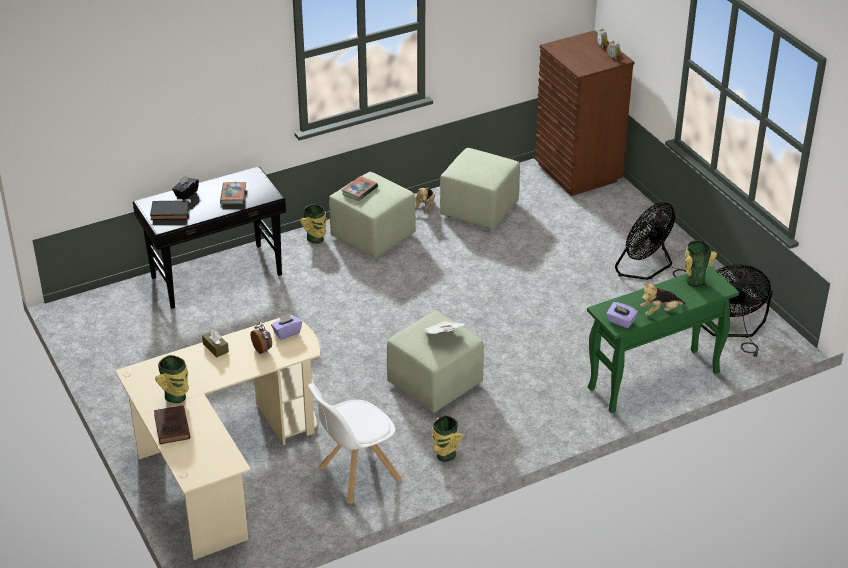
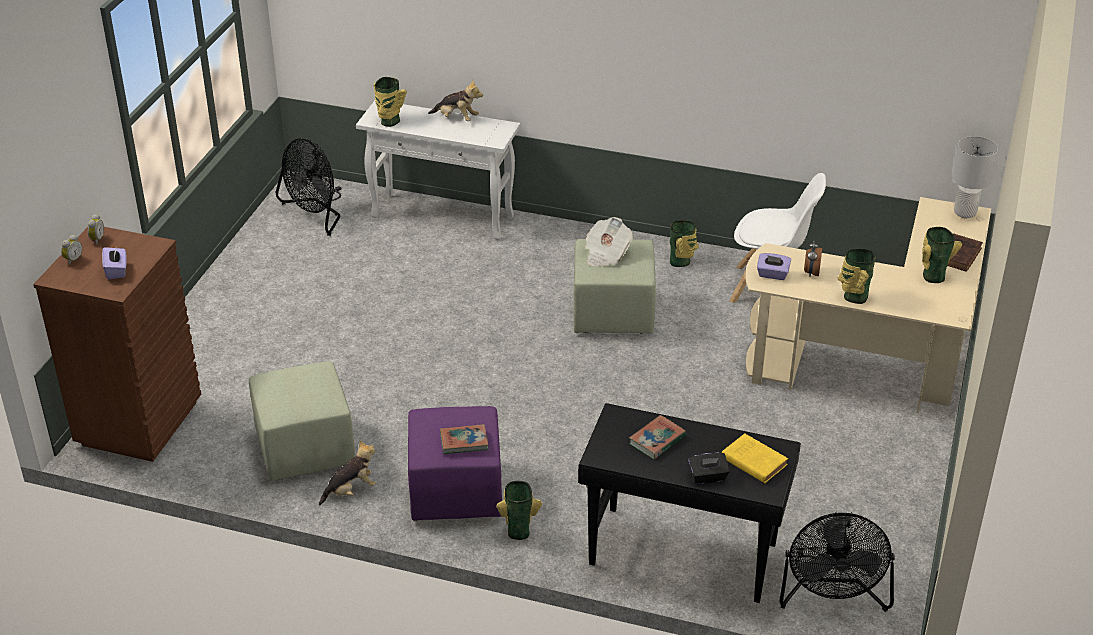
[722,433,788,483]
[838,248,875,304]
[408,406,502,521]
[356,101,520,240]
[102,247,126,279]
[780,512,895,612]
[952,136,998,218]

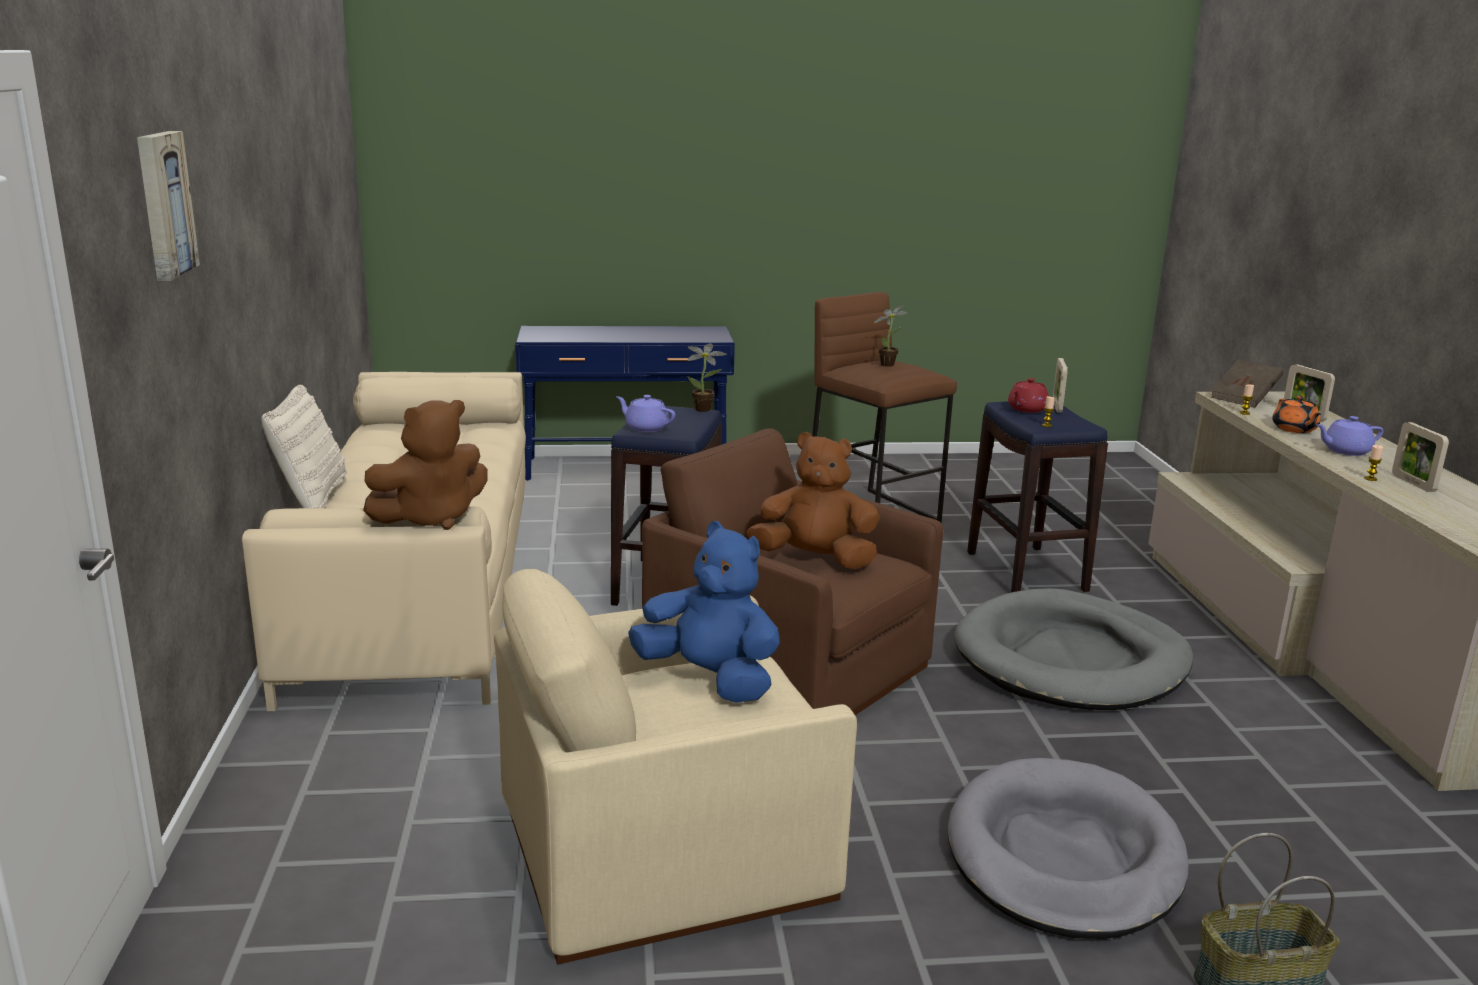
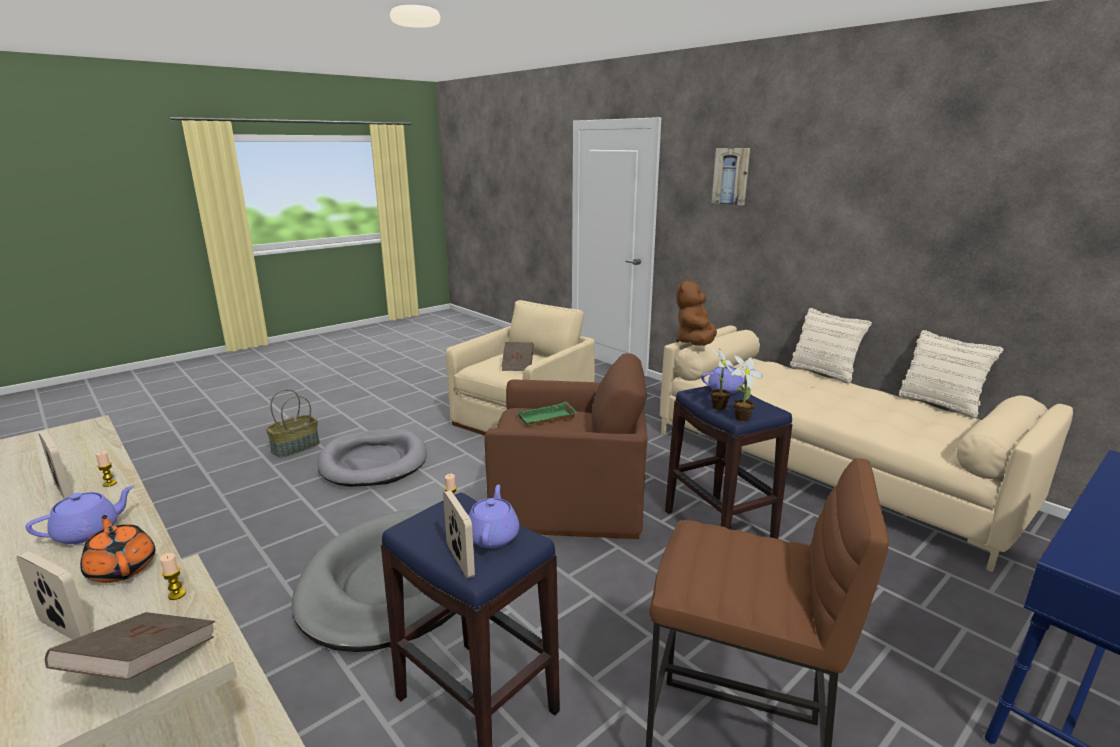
[501,342,534,371]
[517,402,578,426]
[710,349,734,410]
[468,484,519,548]
[899,330,1003,418]

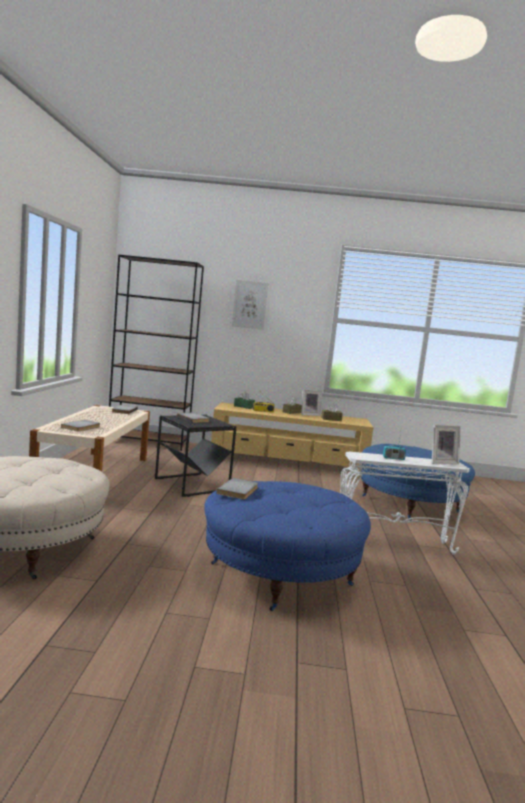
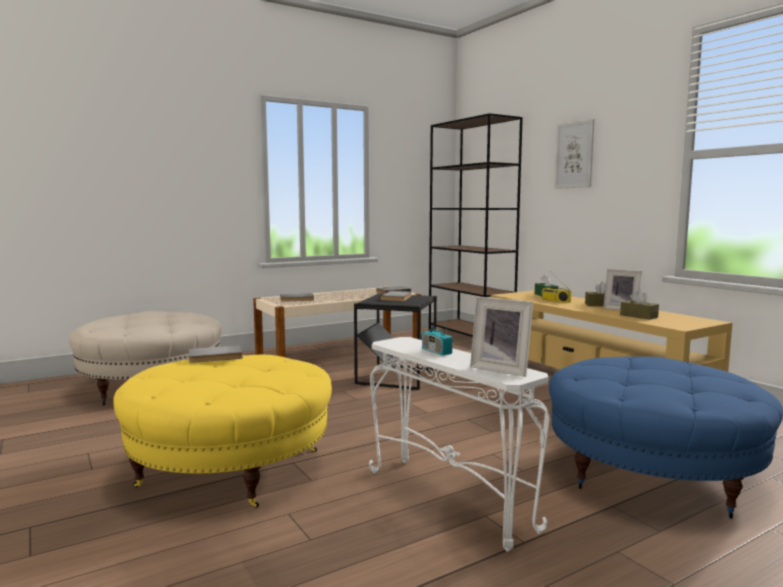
[113,355,332,508]

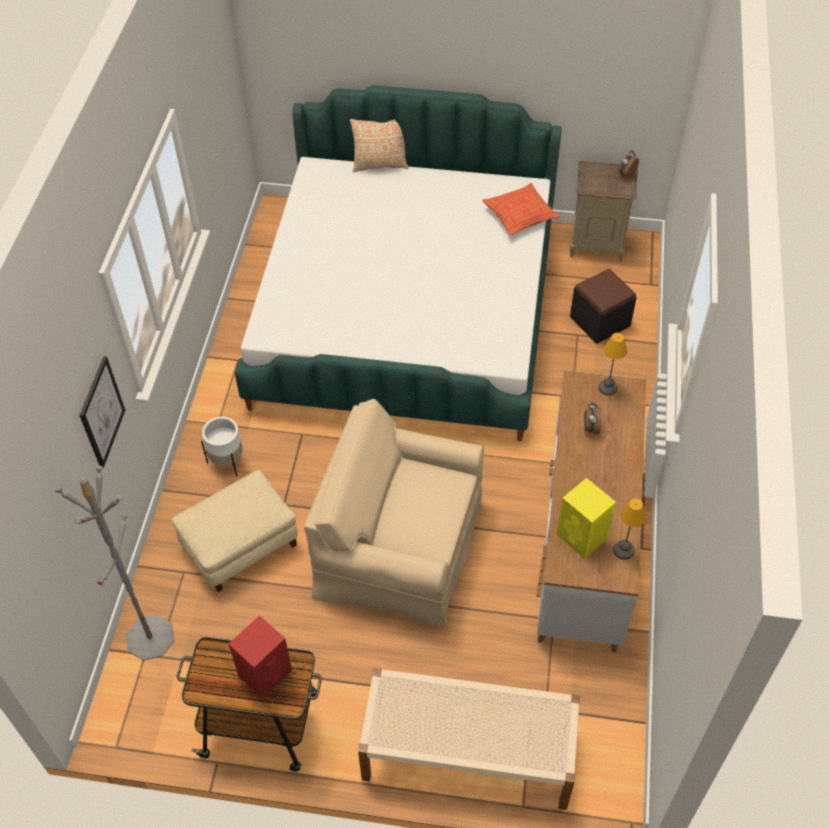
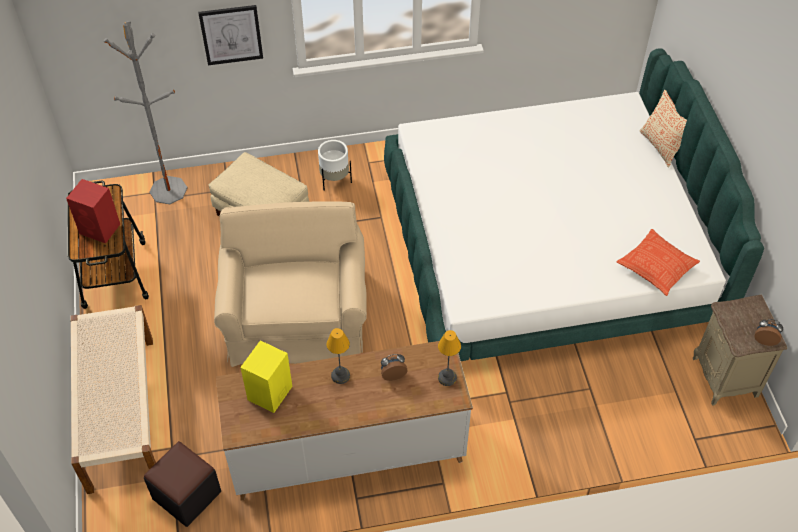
[144,441,221,527]
[326,328,350,384]

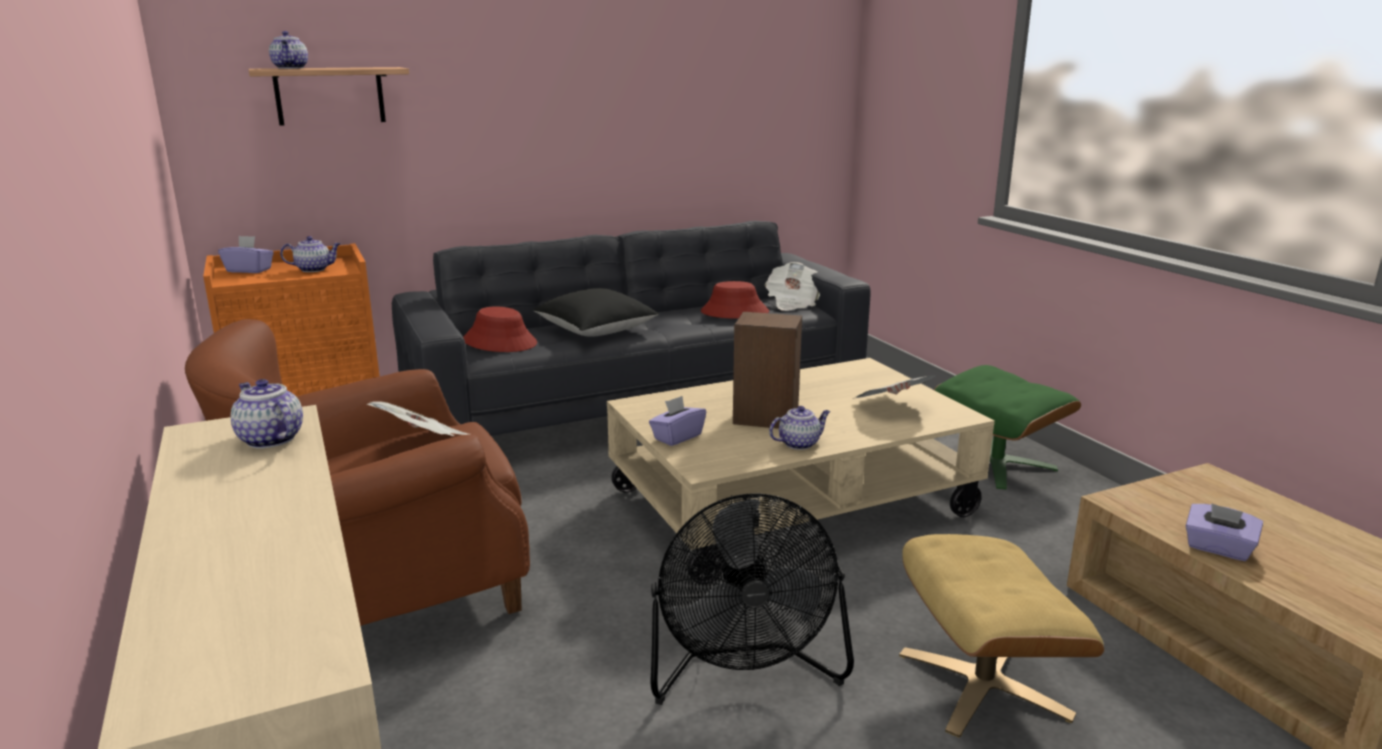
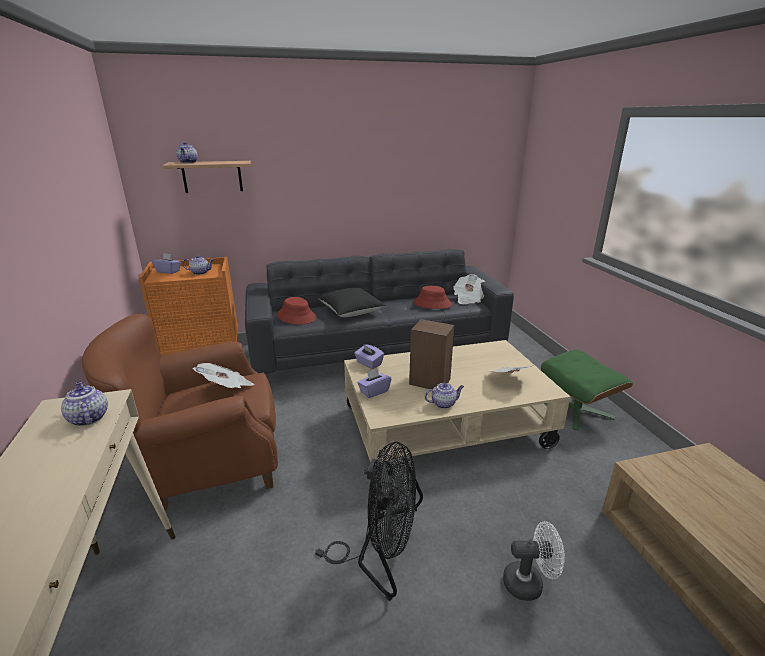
[315,442,423,601]
[503,521,565,601]
[354,344,384,369]

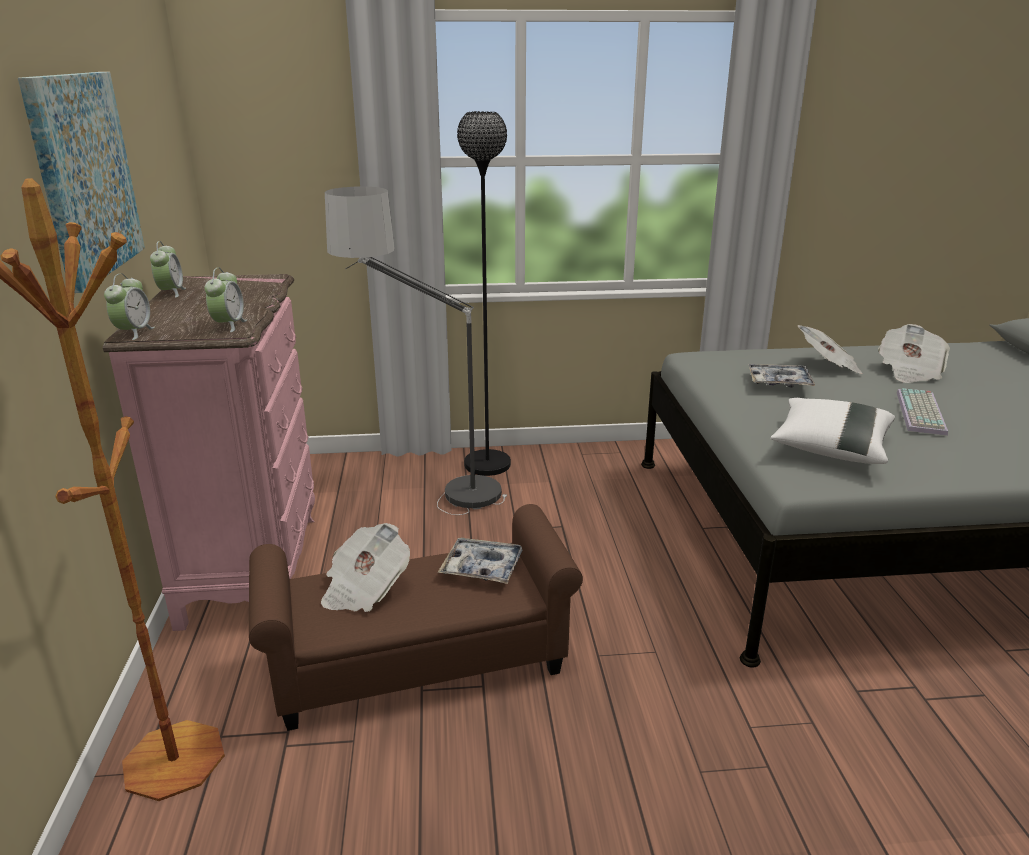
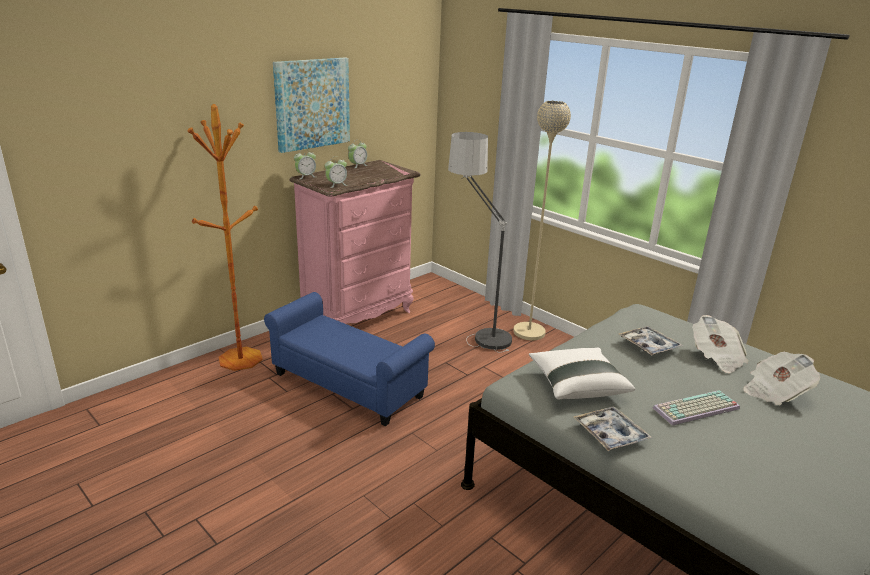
[264,292,435,426]
[321,523,410,612] (first image)
[573,406,652,451]
[513,101,571,340]

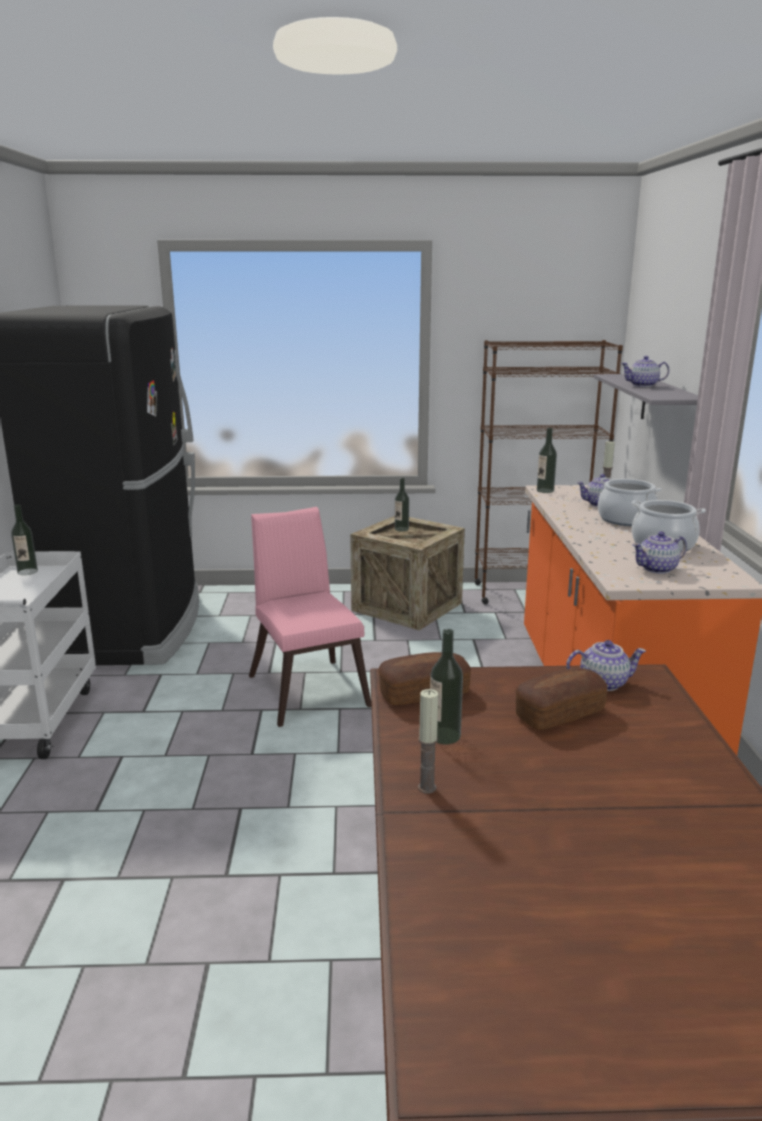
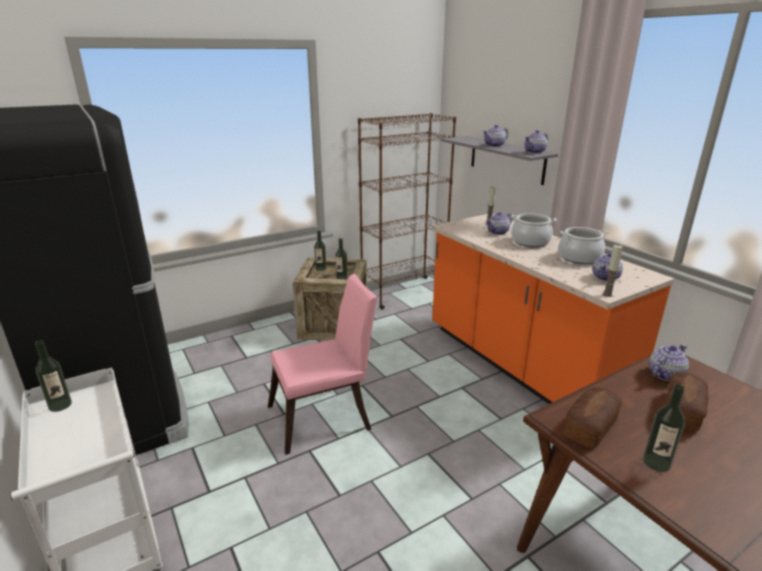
[268,274,377,455]
[603,245,623,297]
[335,238,348,279]
[524,130,548,154]

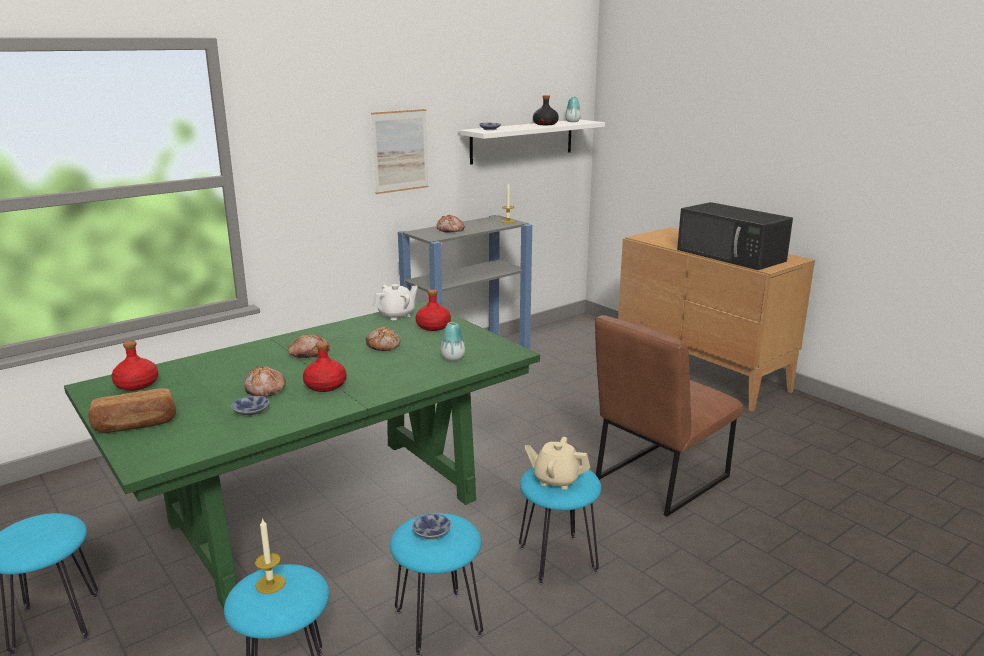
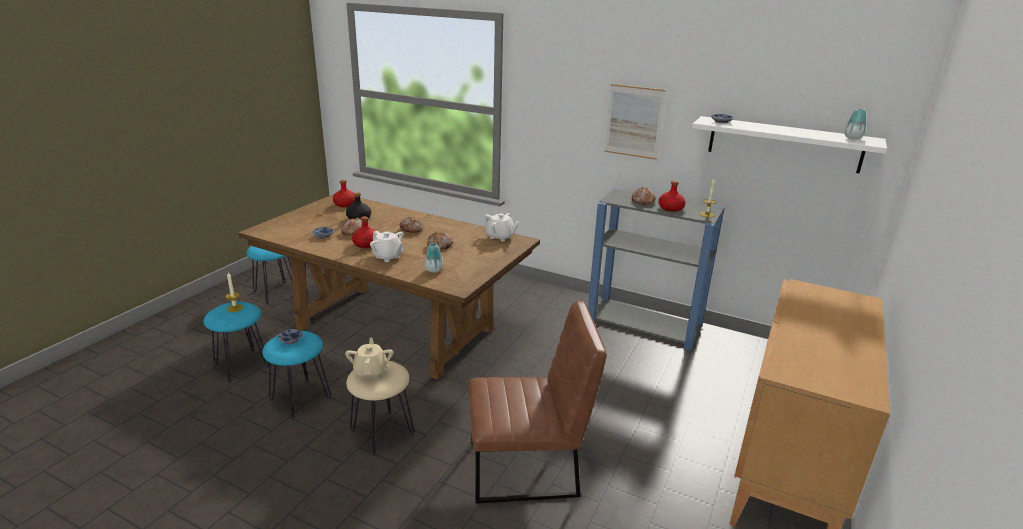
[238,194,540,380]
[88,388,176,433] (first image)
[659,181,686,212]
[346,361,415,456]
[346,192,371,219]
[468,301,607,504]
[677,202,793,270] (first image)
[370,231,403,262]

